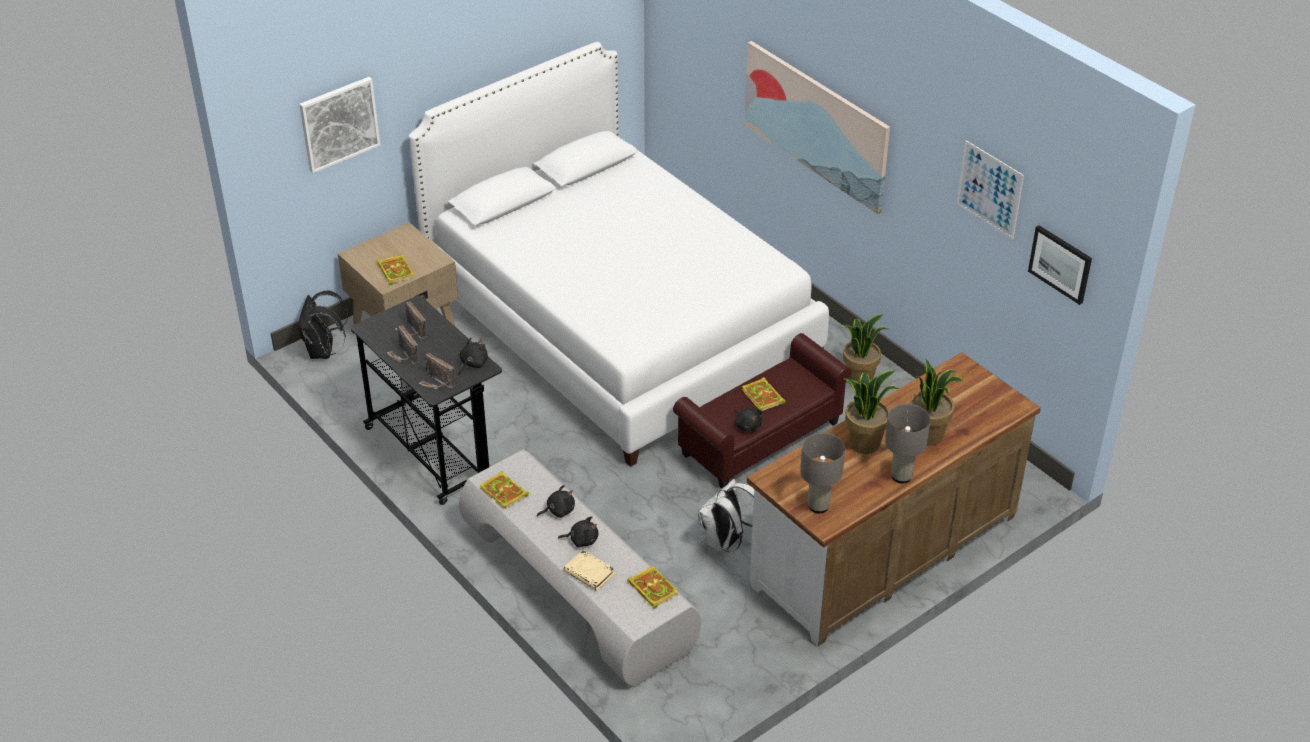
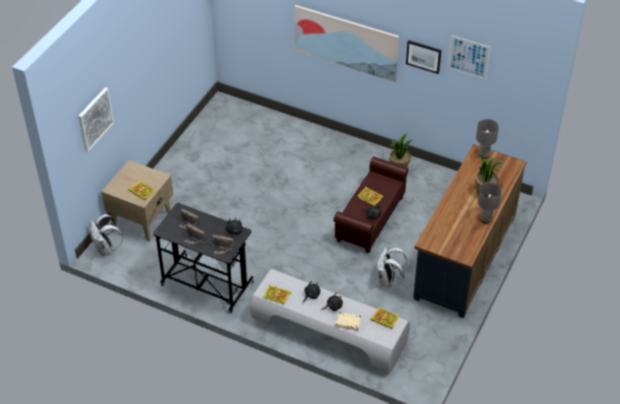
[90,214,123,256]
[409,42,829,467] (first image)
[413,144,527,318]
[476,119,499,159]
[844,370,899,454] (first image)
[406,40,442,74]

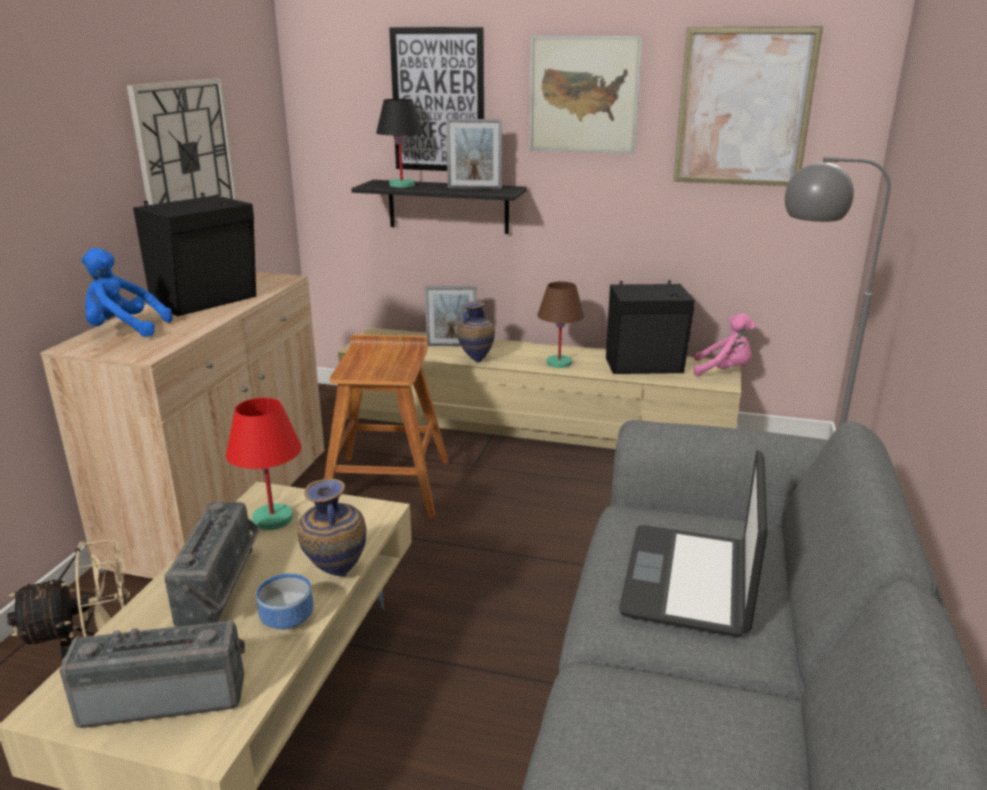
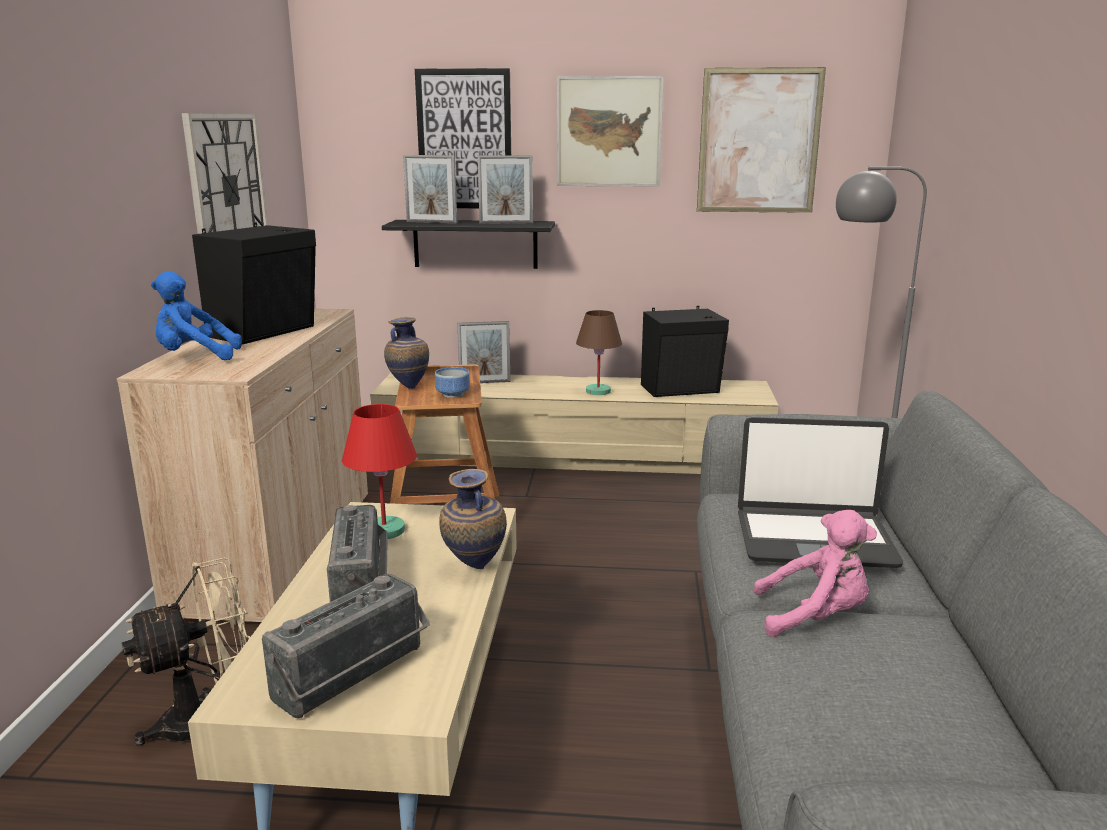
[262,574,430,718]
[435,367,470,398]
[403,155,457,224]
[384,317,429,389]
[738,417,903,568]
[753,510,877,637]

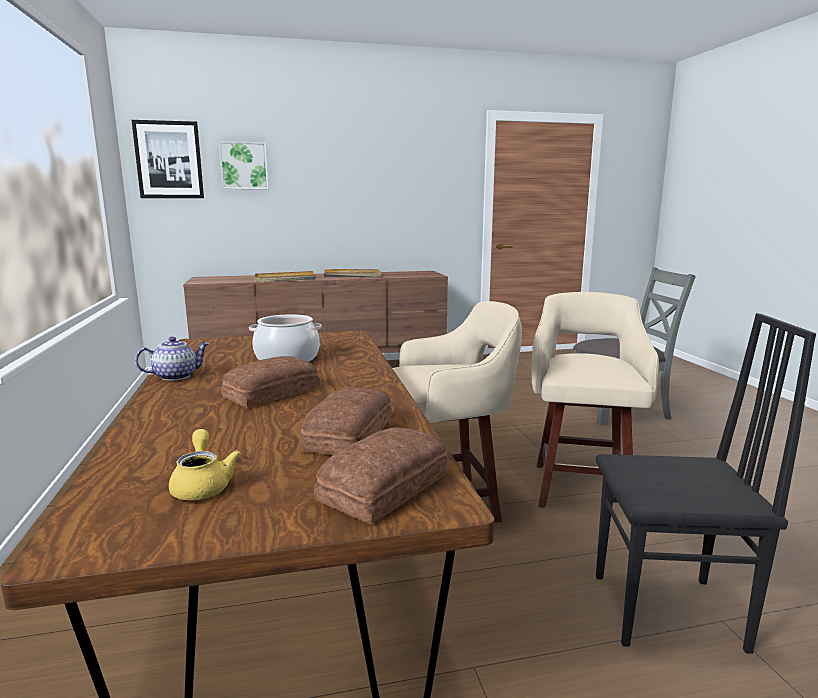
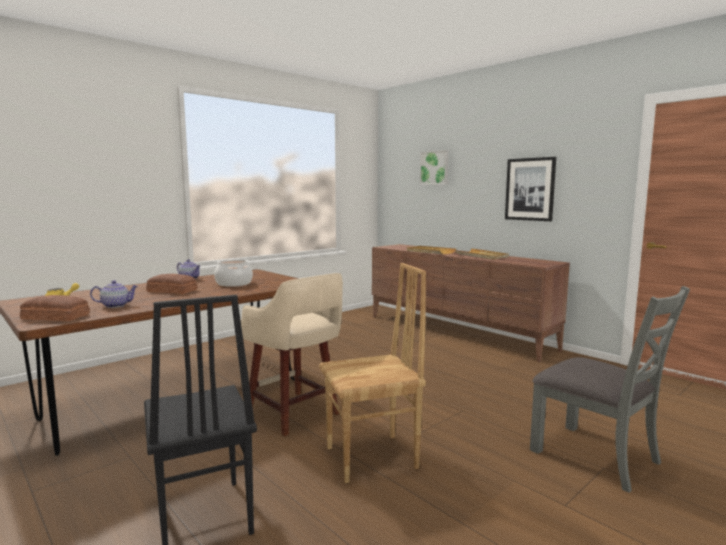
[505,157,556,221]
[90,280,138,308]
[319,263,426,483]

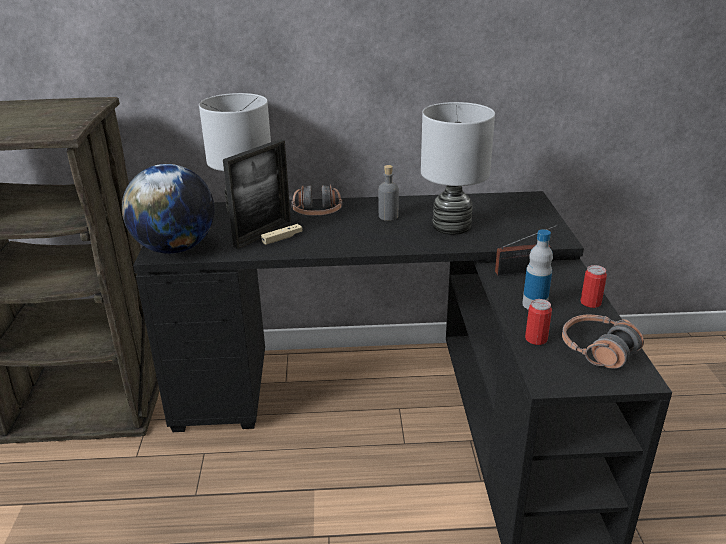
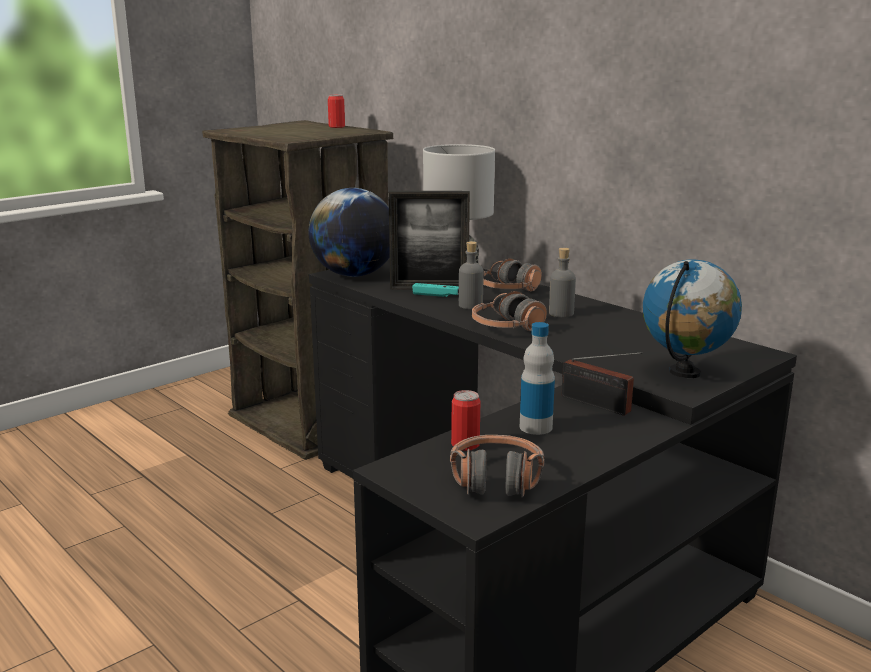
[412,283,459,297]
[421,102,495,235] (first image)
[328,94,345,128]
[459,241,484,309]
[472,291,547,331]
[643,259,742,378]

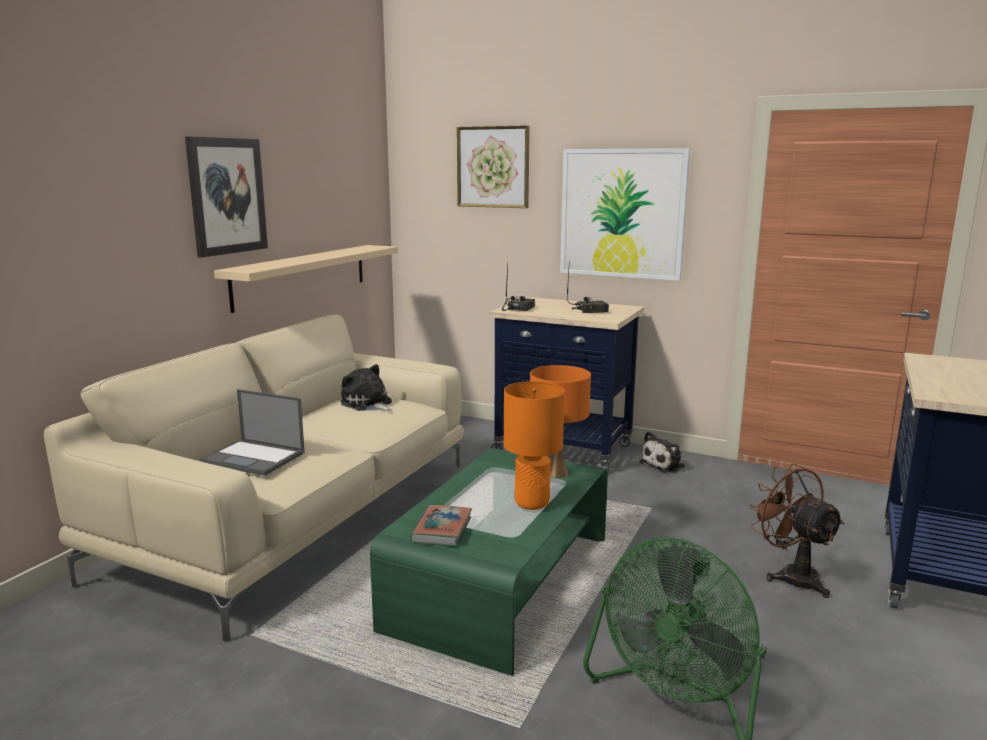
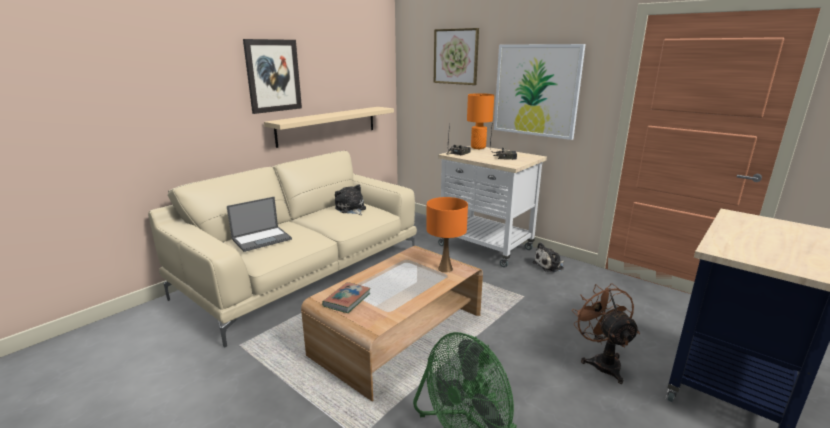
[227,197,292,252]
[301,246,483,401]
[438,146,547,268]
[467,93,494,149]

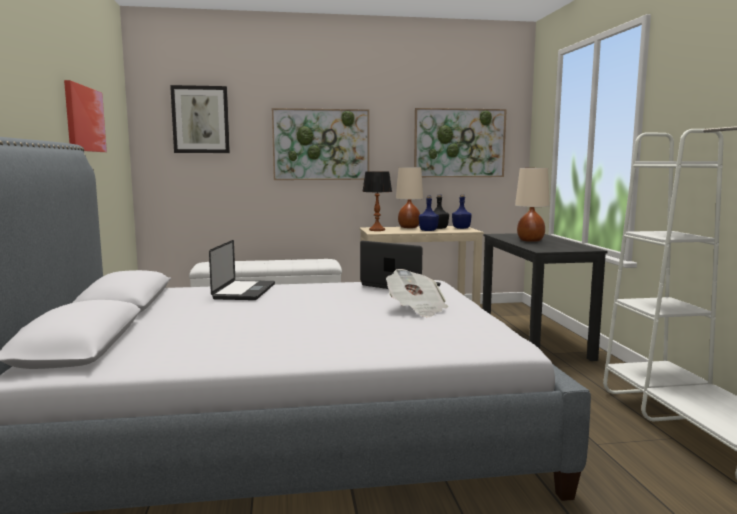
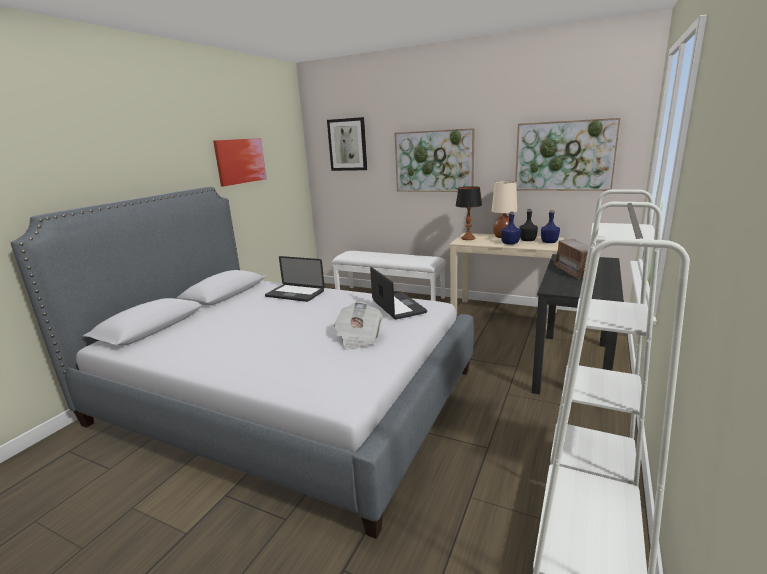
[265,256,325,302]
[554,239,598,280]

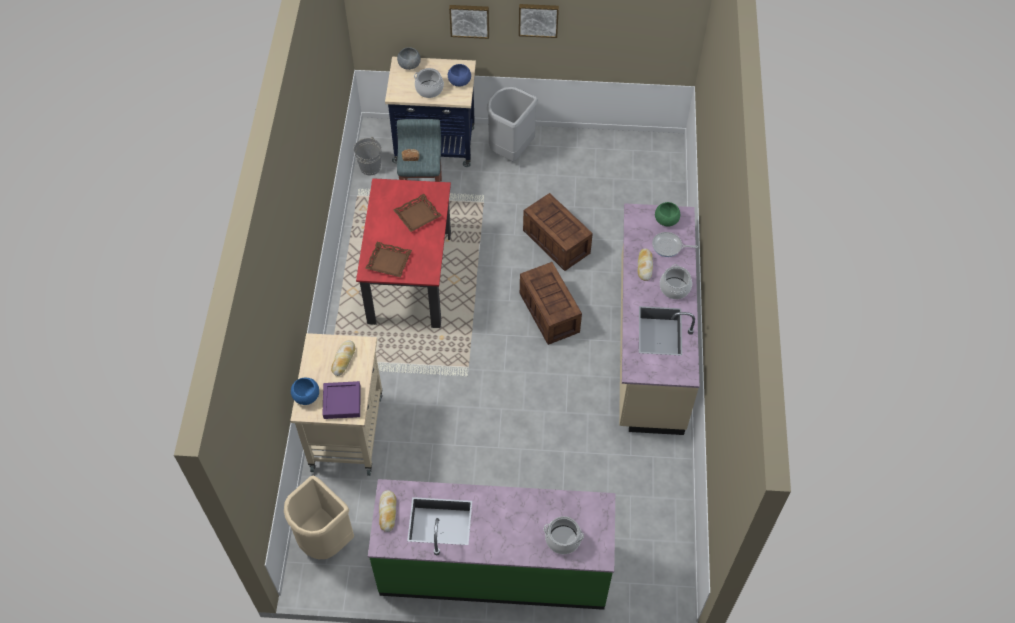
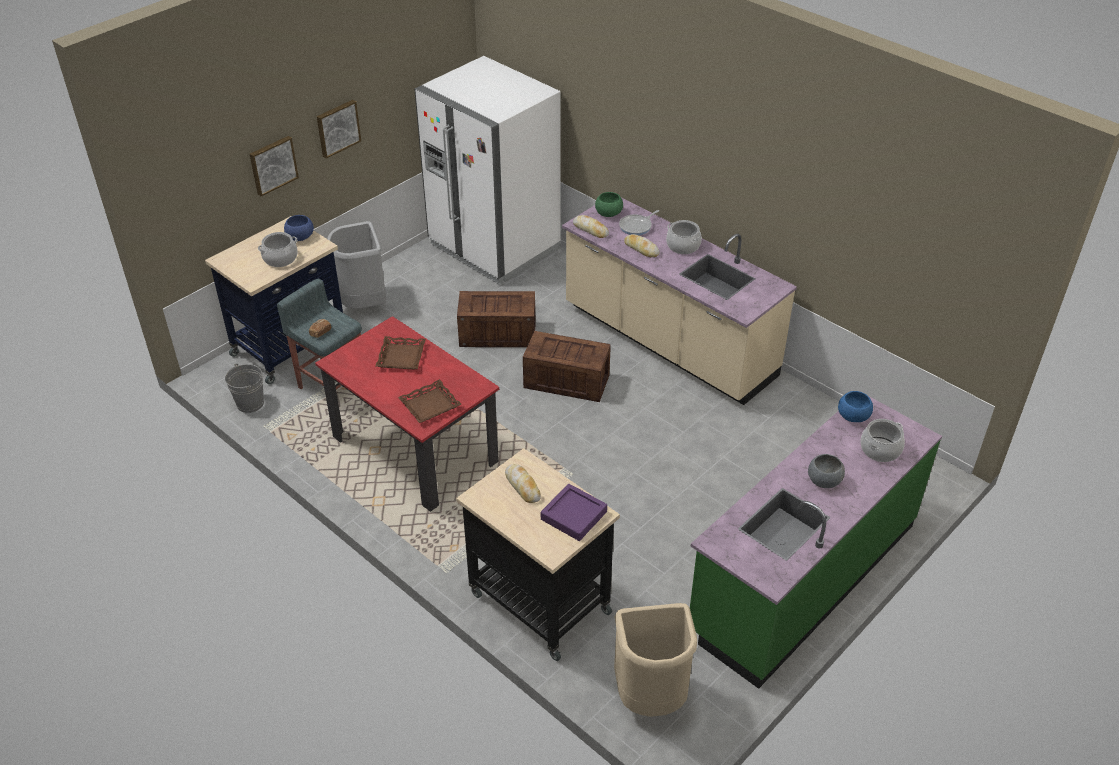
[456,448,620,661]
[838,391,873,422]
[573,215,609,238]
[808,454,845,488]
[414,56,561,285]

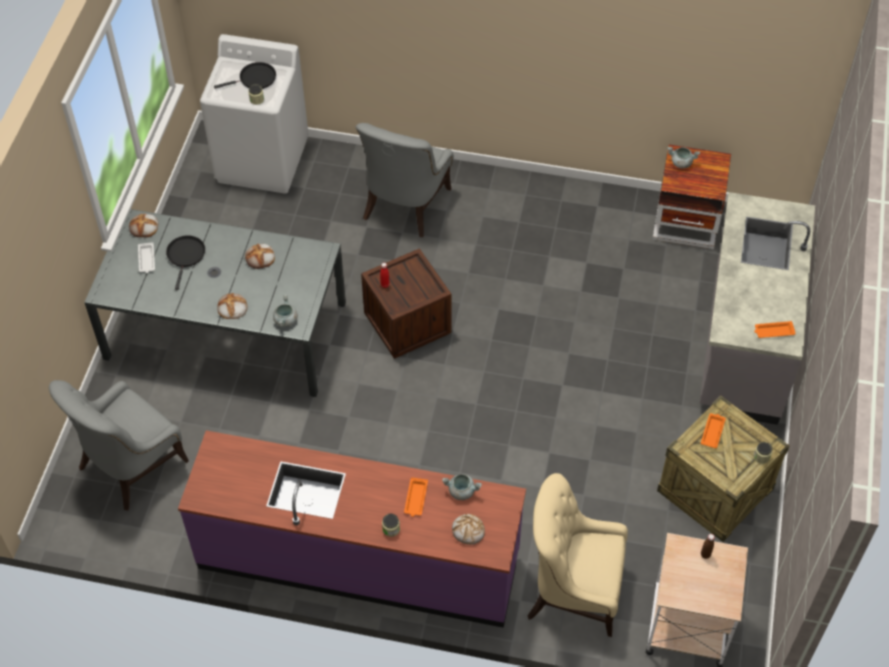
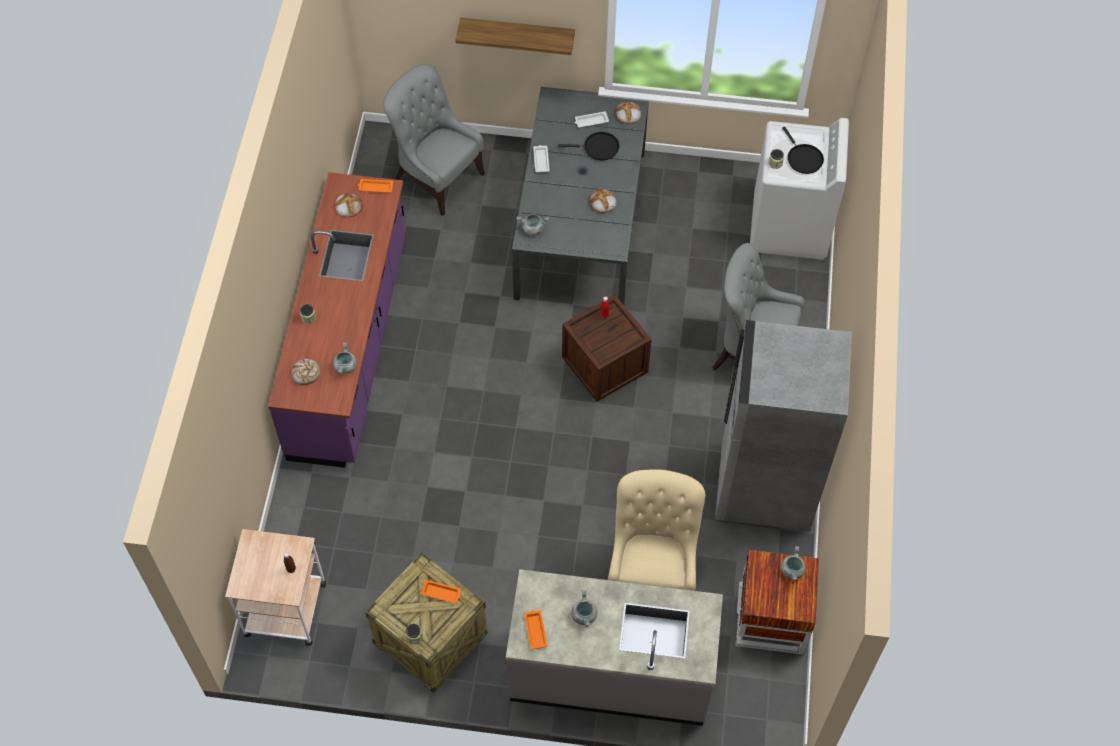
[335,193,363,217]
[358,179,394,193]
[608,469,705,591]
[455,17,575,55]
[533,145,550,172]
[571,590,597,627]
[715,320,852,531]

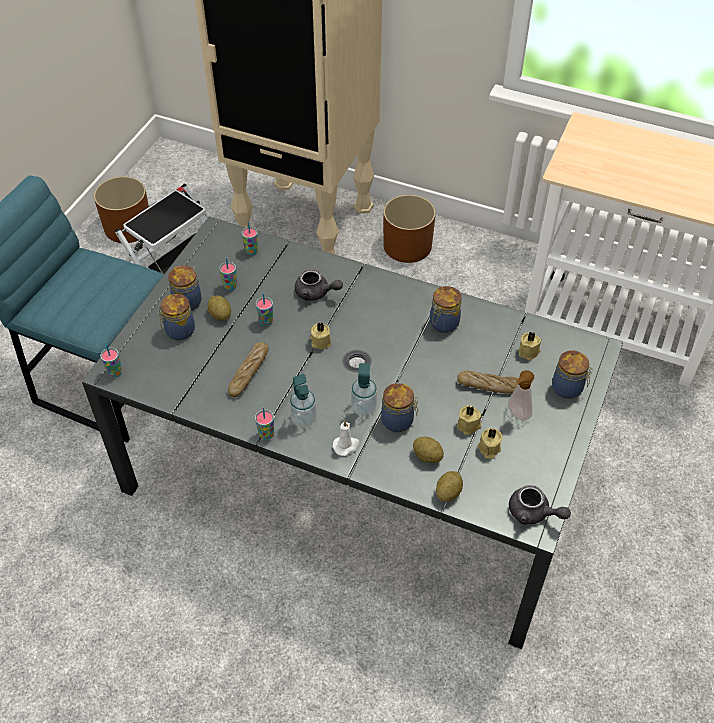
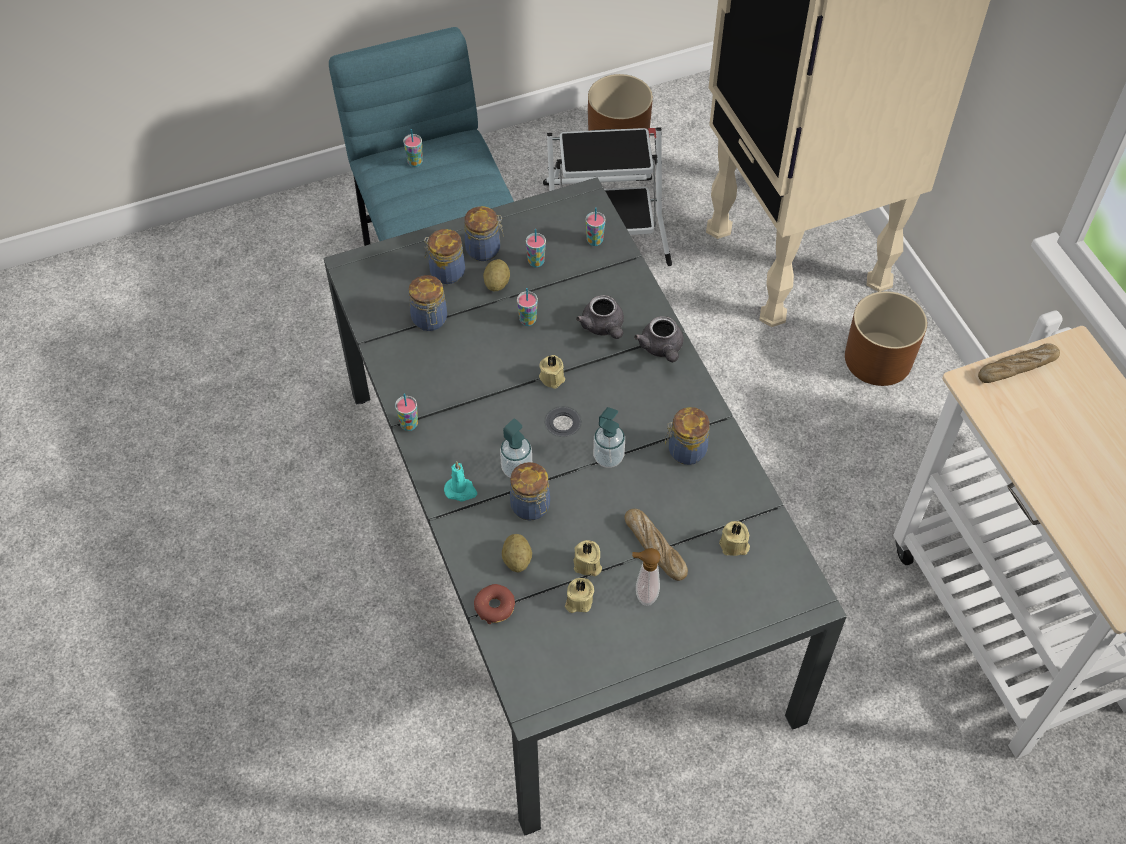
[403,129,423,167]
[978,343,1060,383]
[593,407,625,468]
[444,461,477,502]
[474,584,515,624]
[634,316,684,362]
[409,275,447,331]

